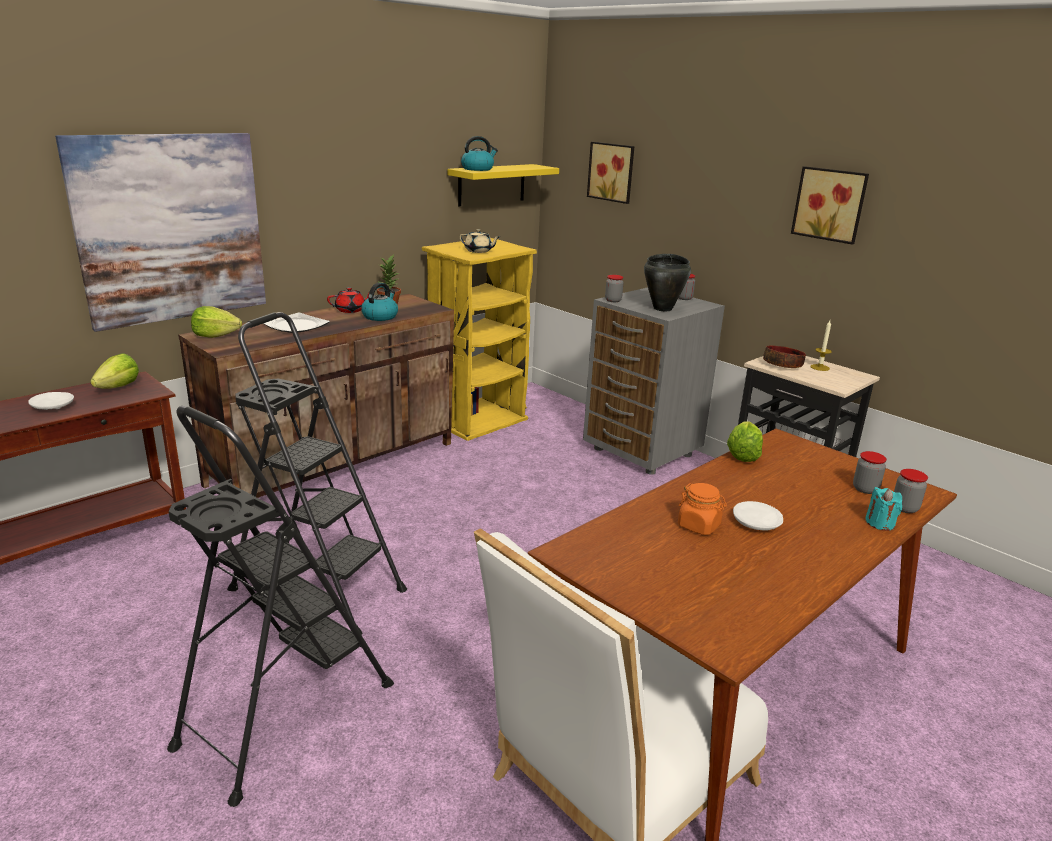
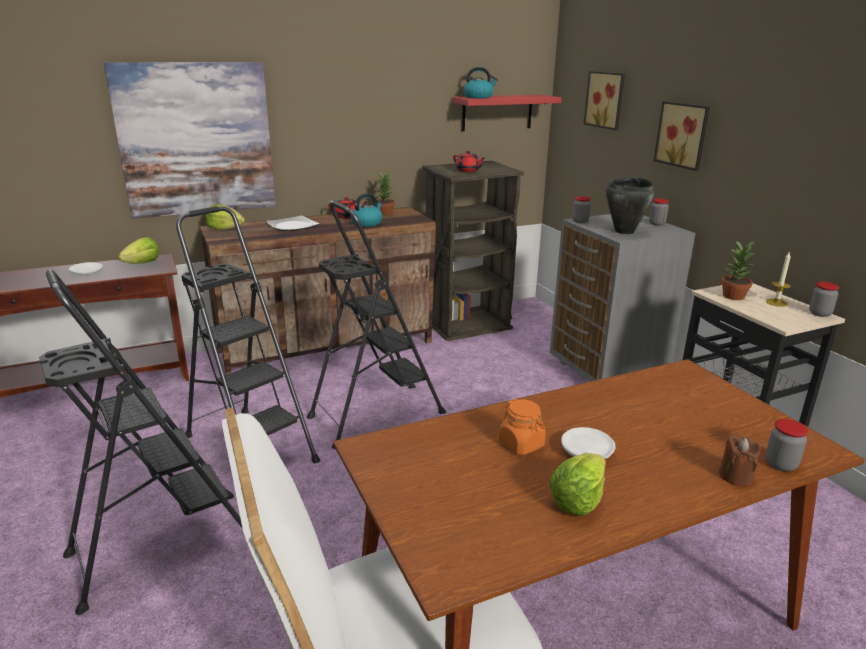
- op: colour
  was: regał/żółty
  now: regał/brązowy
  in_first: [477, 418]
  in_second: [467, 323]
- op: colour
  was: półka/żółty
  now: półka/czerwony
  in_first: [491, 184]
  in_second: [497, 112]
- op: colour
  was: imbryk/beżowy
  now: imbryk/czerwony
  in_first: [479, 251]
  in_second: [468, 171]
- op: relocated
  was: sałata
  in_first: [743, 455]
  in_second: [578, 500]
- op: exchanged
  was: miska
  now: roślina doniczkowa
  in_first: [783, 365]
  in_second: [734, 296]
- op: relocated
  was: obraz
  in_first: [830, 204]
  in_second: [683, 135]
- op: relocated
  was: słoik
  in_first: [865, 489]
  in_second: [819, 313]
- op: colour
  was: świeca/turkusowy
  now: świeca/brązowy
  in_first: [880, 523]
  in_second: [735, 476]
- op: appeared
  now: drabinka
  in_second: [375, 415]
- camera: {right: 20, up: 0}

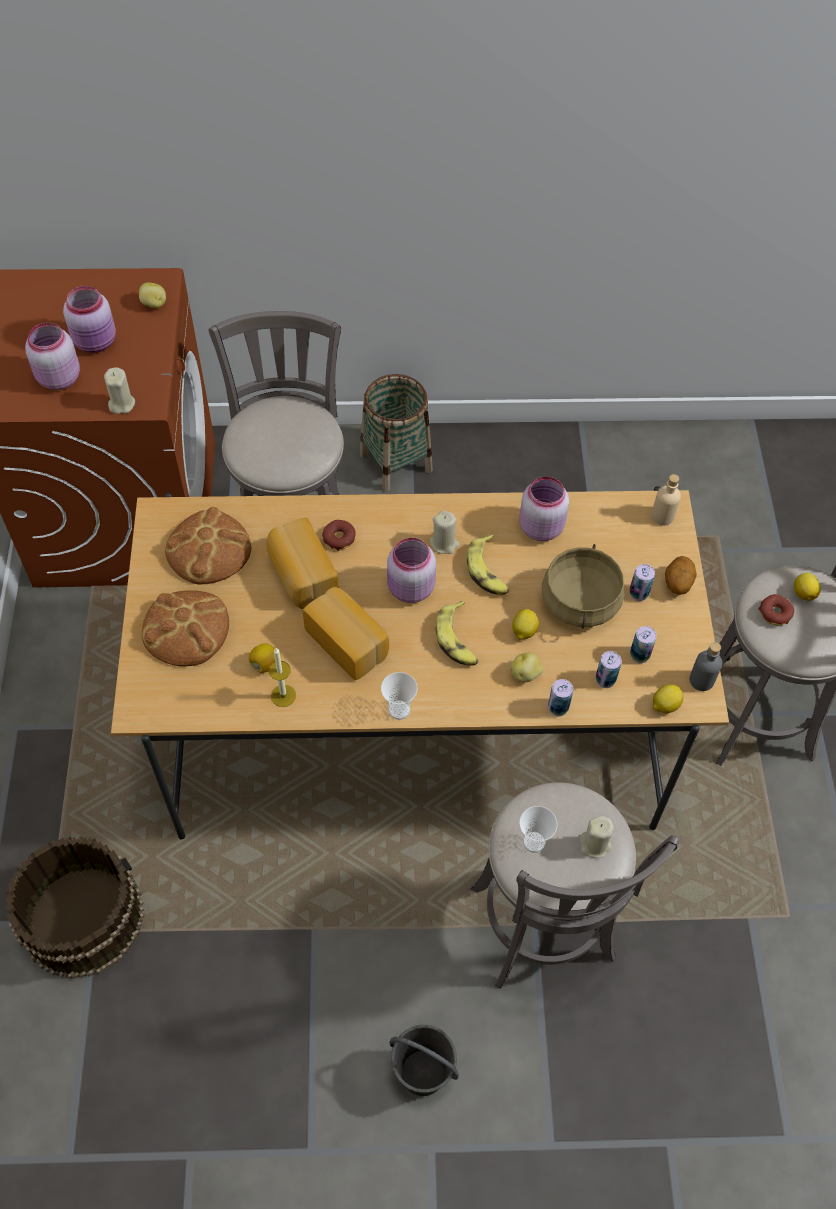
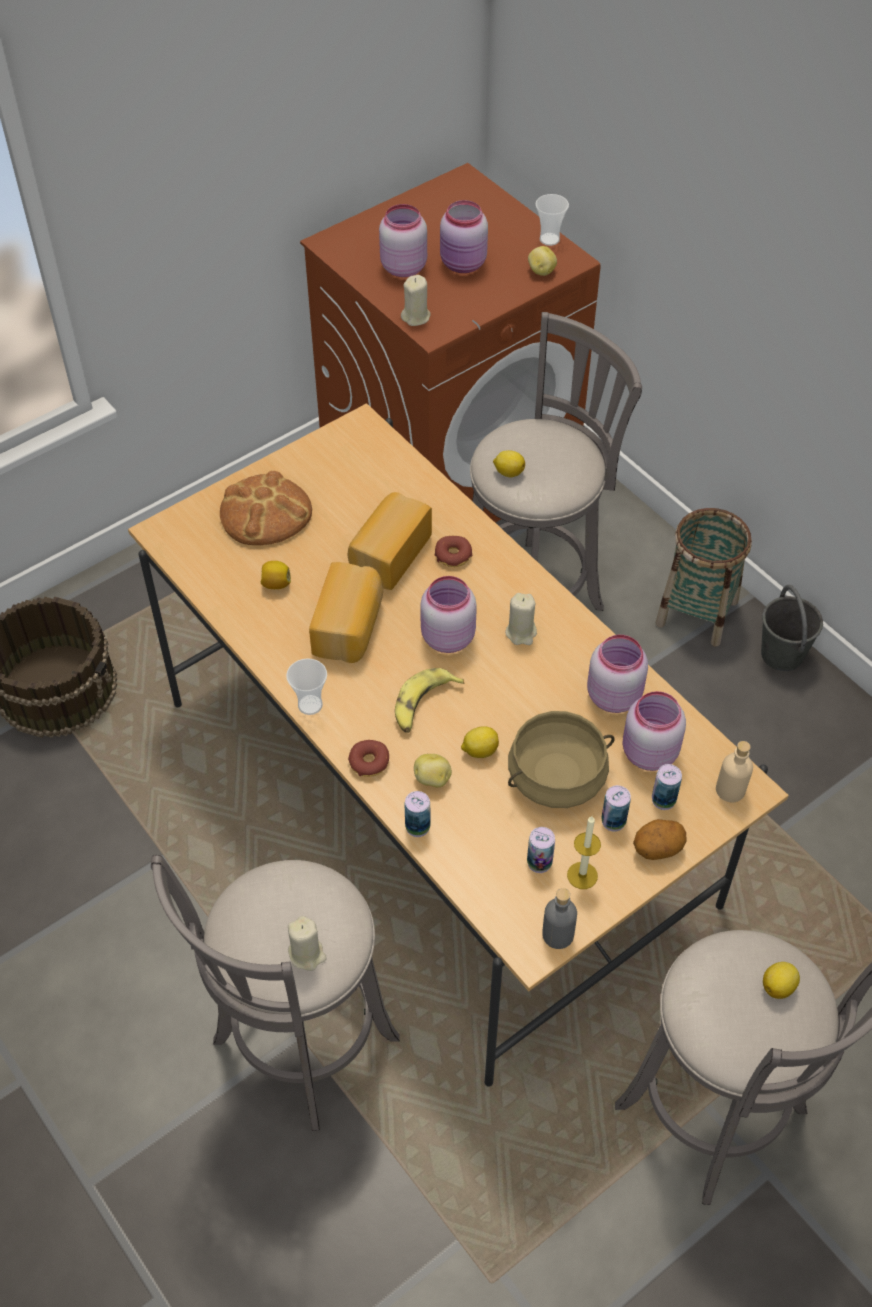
- op: missing
  was: chleb
  in_first: [208, 549]
- op: relocated
  was: świeca
  in_first: [283, 695]
  in_second: [582, 875]
- op: relocated
  was: wiadro/szary
  in_first: [422, 1072]
  in_second: [781, 654]
- op: missing
  was: banan
  in_first: [488, 571]
- op: relocated
  was: filiżanka
  in_first: [534, 842]
  in_second: [549, 239]
- op: relocated
  was: puszka
  in_first: [605, 679]
  in_second: [663, 800]
- op: relocated
  was: cytryna
  in_first: [664, 705]
  in_second: [508, 472]
- op: relocated
  was: donut
  in_first: [775, 613]
  in_second: [369, 762]
- op: appeared
  now: słoik/różowy
  in_second: [647, 753]
- camera: {right: 55, up: -5}

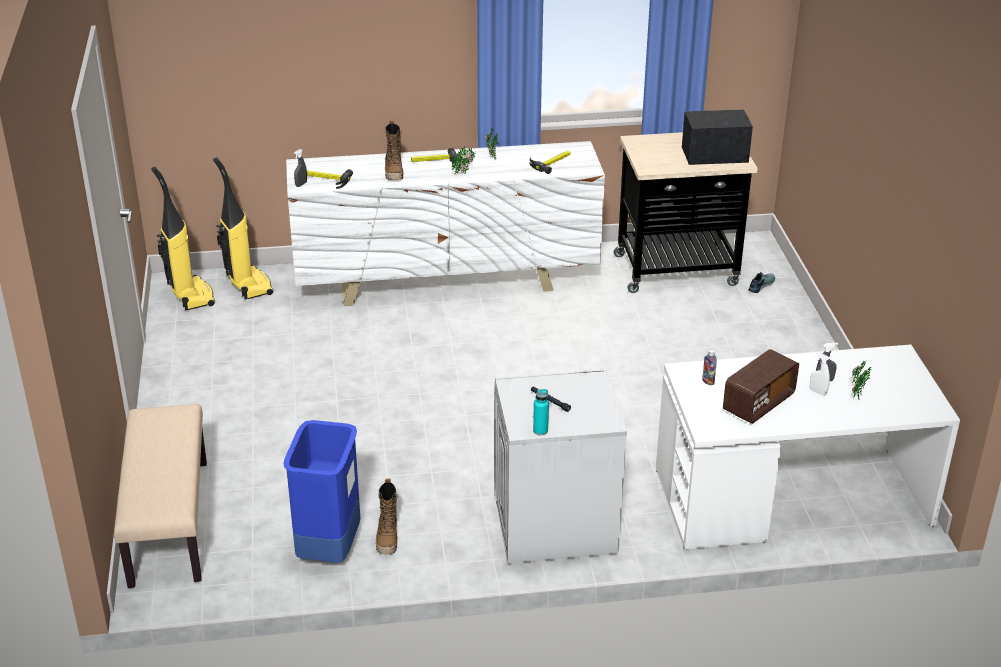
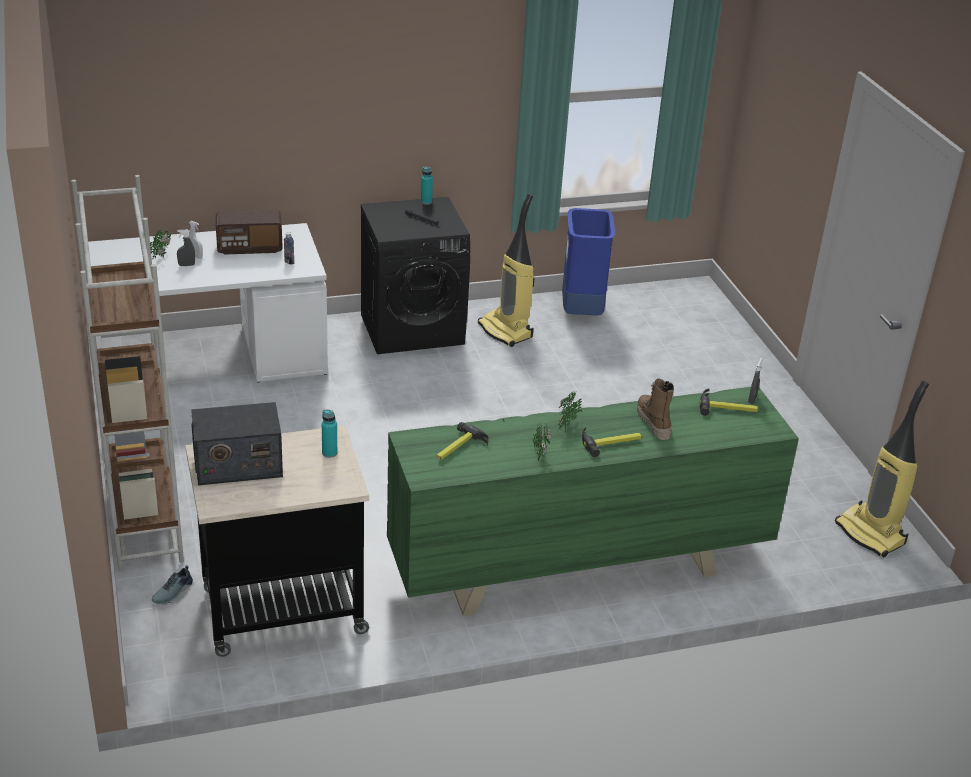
- op: missing
  was: ławka/beżowy
  in_first: [168, 522]
- op: relocated
  was: odkurzacz
  in_first: [248, 285]
  in_second: [506, 331]
- op: colour
  was: szafka/biały
  now: szafka/zielony
  in_first: [447, 283]
  in_second: [578, 570]
- op: missing
  was: but z cholewką
  in_first: [388, 538]
- op: colour
  was: pralka/biały
  now: pralka/czarny
  in_first: [554, 526]
  in_second: [412, 331]
- op: spun
  was: radio
  in_first: [758, 403]
  in_second: [250, 247]
  clockwise: -135
- op: appeared
  now: regał/brązowy
  in_second: [143, 509]
- op: appeared
  now: butelka/turkusowy
  in_second: [329, 453]
- camera: {right: 170, up: 0}

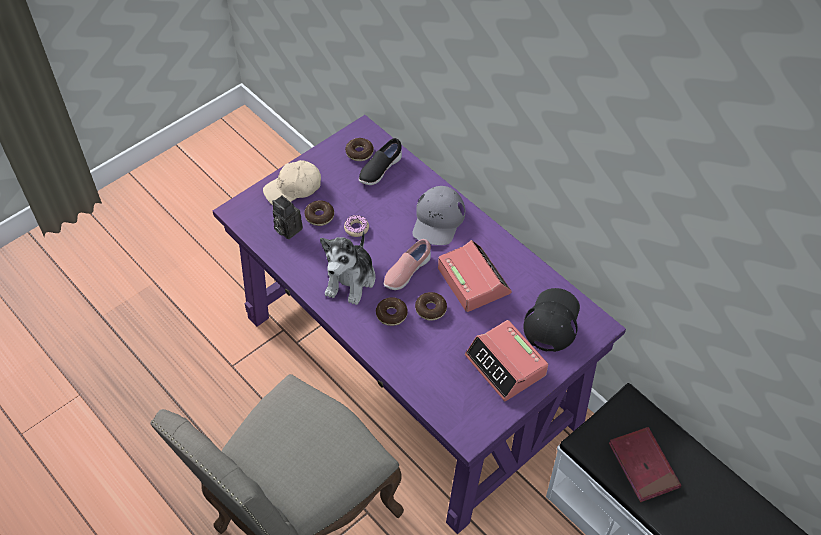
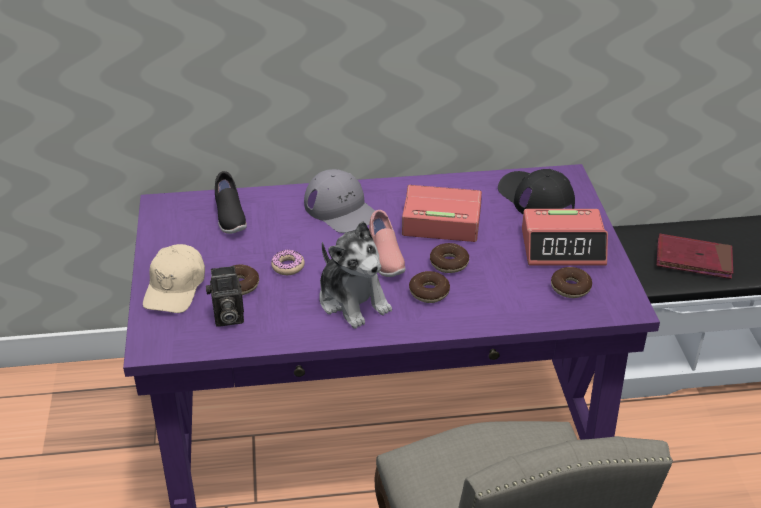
- op: relocated
  was: donut
  in_first: [359, 153]
  in_second: [570, 288]
- camera: {right: -55, up: -15}

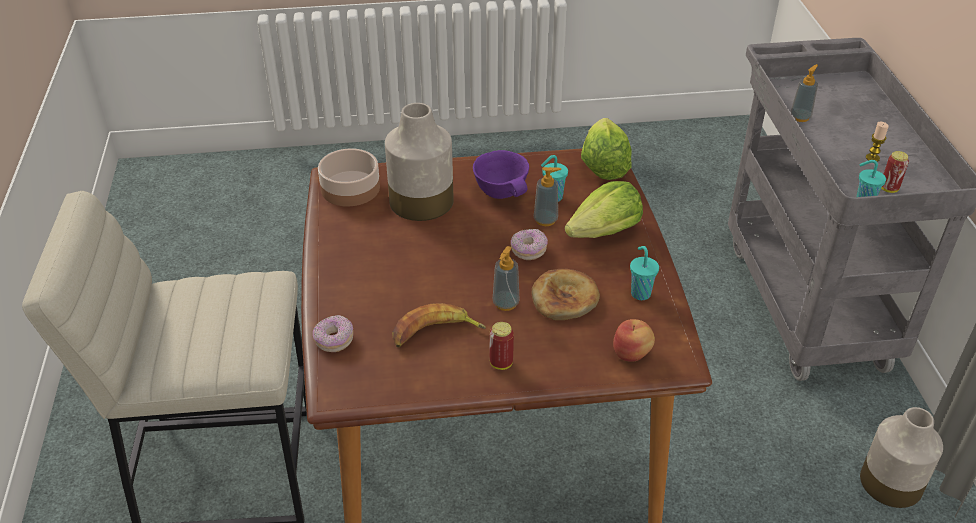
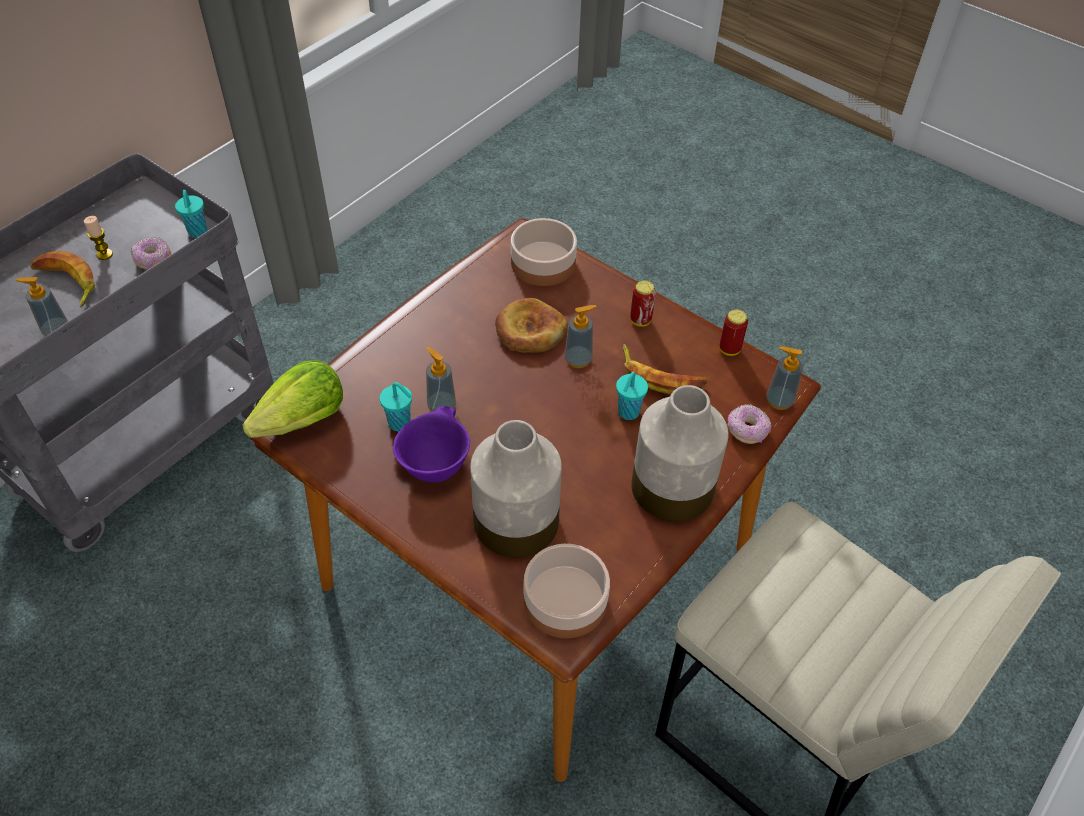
- op: relocated
  was: donut
  in_first: [528, 250]
  in_second: [153, 260]
- op: missing
  was: sałata
  in_first: [604, 232]
- op: exchanged
  was: jabłko
  now: miska
  in_first: [632, 353]
  in_second: [544, 263]
- op: relocated
  was: filiżanka/turkusowy
  in_first: [640, 293]
  in_second: [627, 413]
- op: relocated
  was: wazon/beżowy
  in_first: [890, 482]
  in_second: [673, 486]
- op: relocated
  was: puszka
  in_first: [889, 189]
  in_second: [729, 349]
- op: appeared
  now: banan
  in_second: [66, 282]
- op: appeared
  now: dozownik mydła
  in_second: [779, 401]
- camera: {right: -135, up: 10}

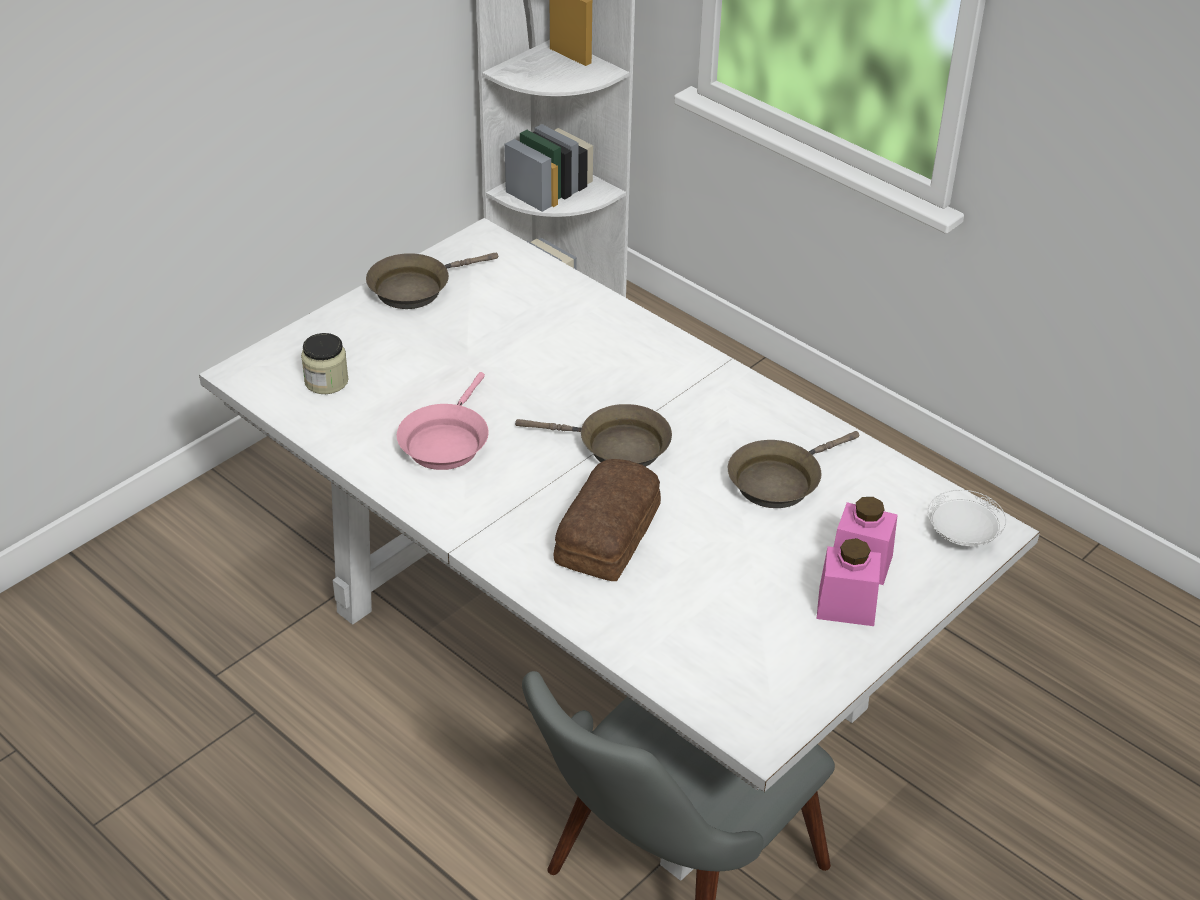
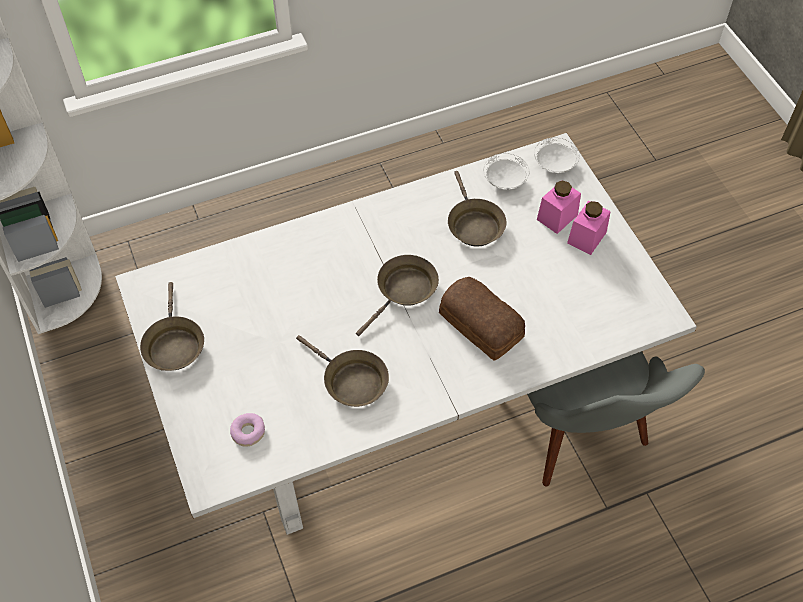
- op: exchanged
  was: słoik
  now: donut
  in_first: [326, 381]
  in_second: [248, 432]
- op: colour
  was: patelnia/różowy
  now: patelnia/brązowy
  in_first: [446, 441]
  in_second: [351, 381]
- op: appeared
  now: talerz/biały
  in_second: [505, 180]
- camera: {right: -65, up: 15}

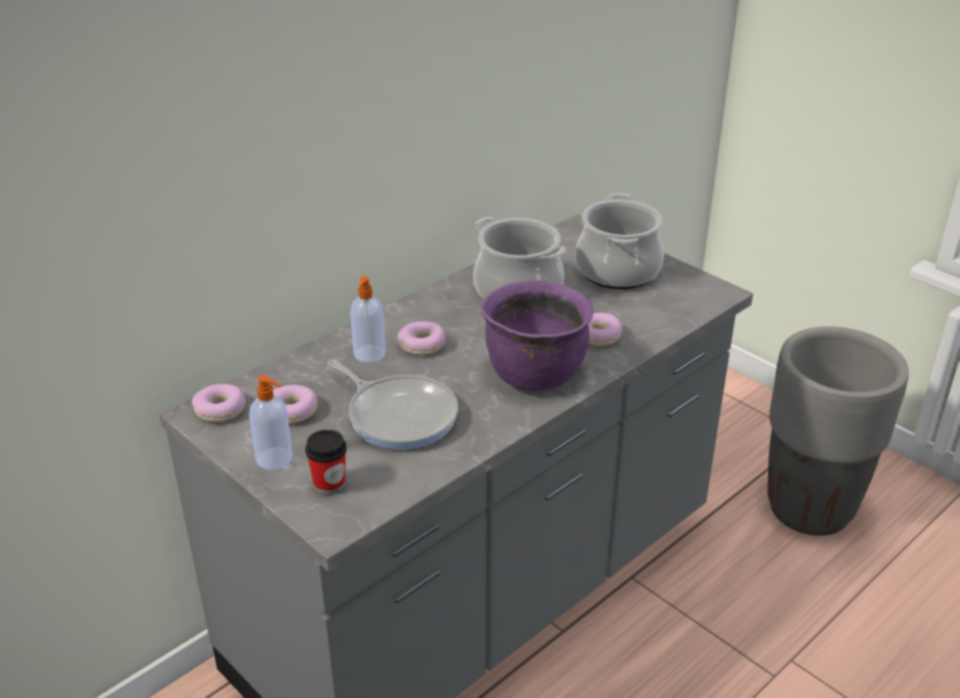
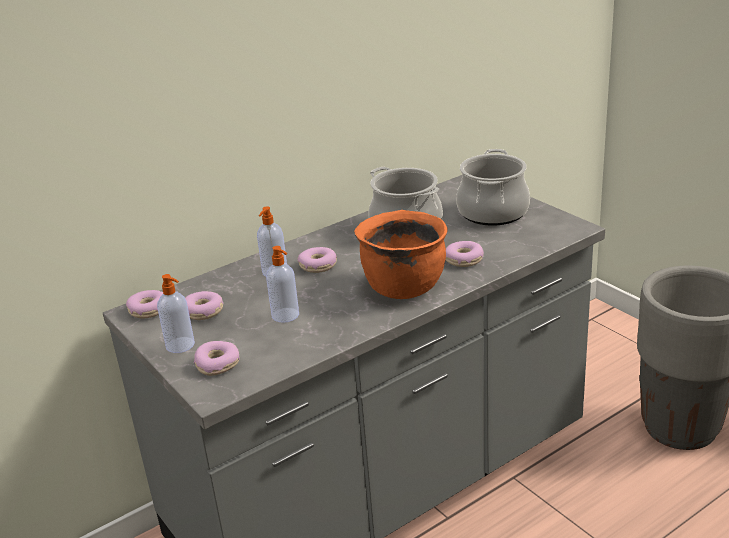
- op: exchanged
  was: filiżanka
  now: donut
  in_first: [329, 484]
  in_second: [218, 364]
- op: exchanged
  was: patelnia
  now: dozownik mydła
  in_first: [399, 415]
  in_second: [286, 315]
- op: colour
  was: garnek/fioletowy
  now: garnek/pomarańczowy
  in_first: [534, 373]
  in_second: [403, 287]
- camera: {right: 10, up: -5}

